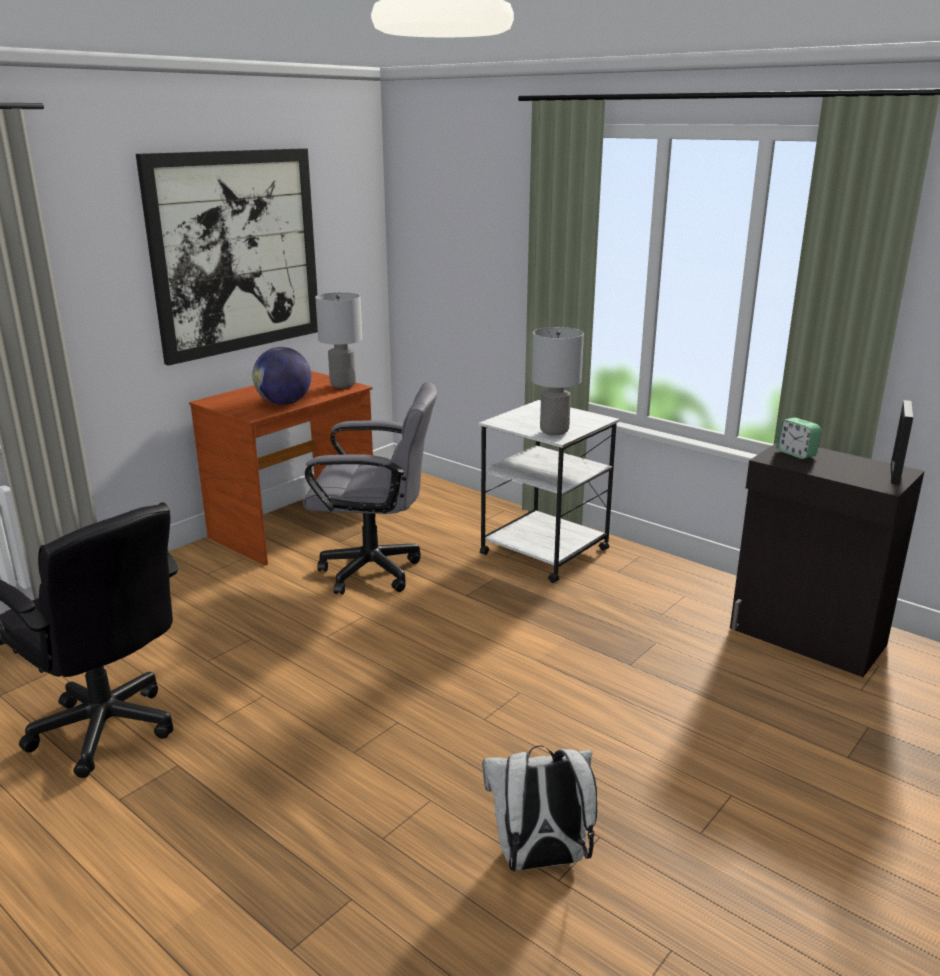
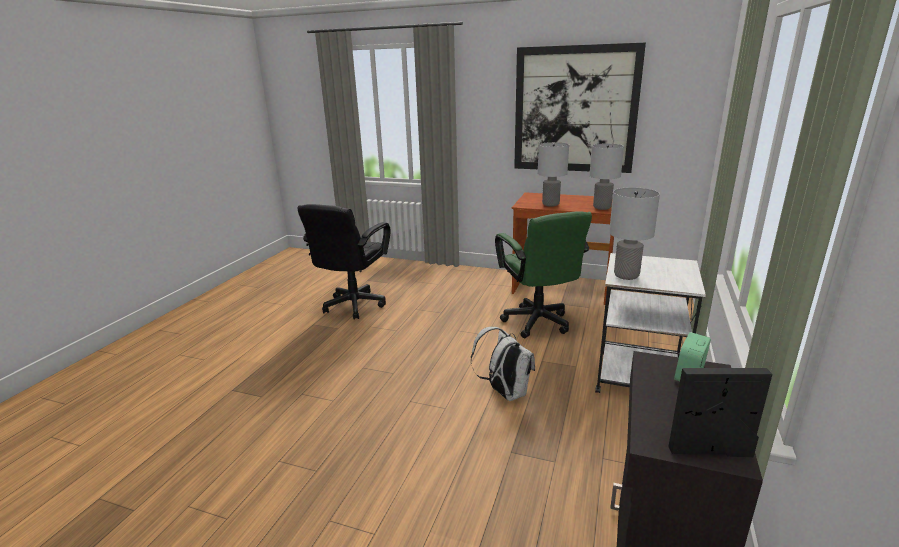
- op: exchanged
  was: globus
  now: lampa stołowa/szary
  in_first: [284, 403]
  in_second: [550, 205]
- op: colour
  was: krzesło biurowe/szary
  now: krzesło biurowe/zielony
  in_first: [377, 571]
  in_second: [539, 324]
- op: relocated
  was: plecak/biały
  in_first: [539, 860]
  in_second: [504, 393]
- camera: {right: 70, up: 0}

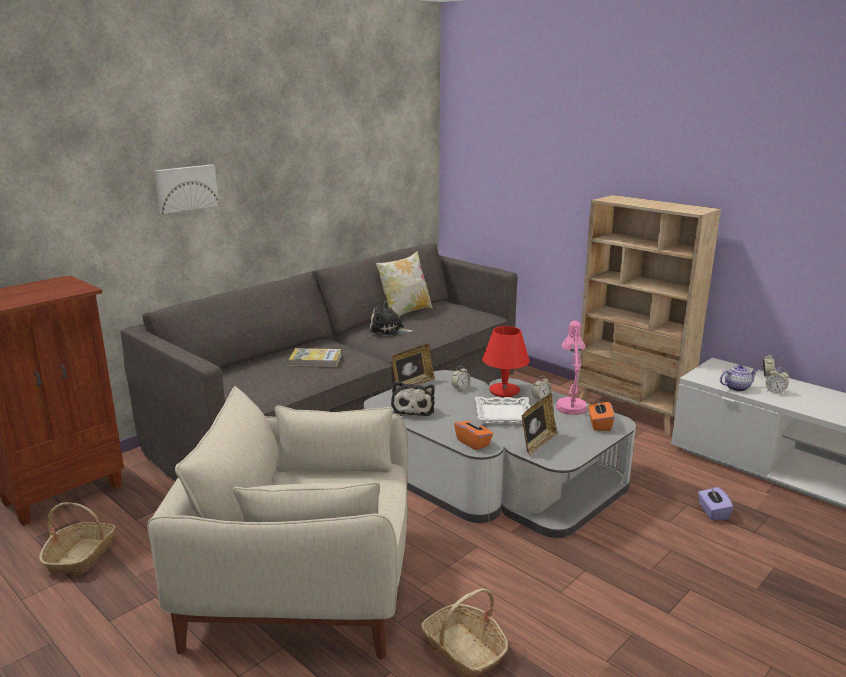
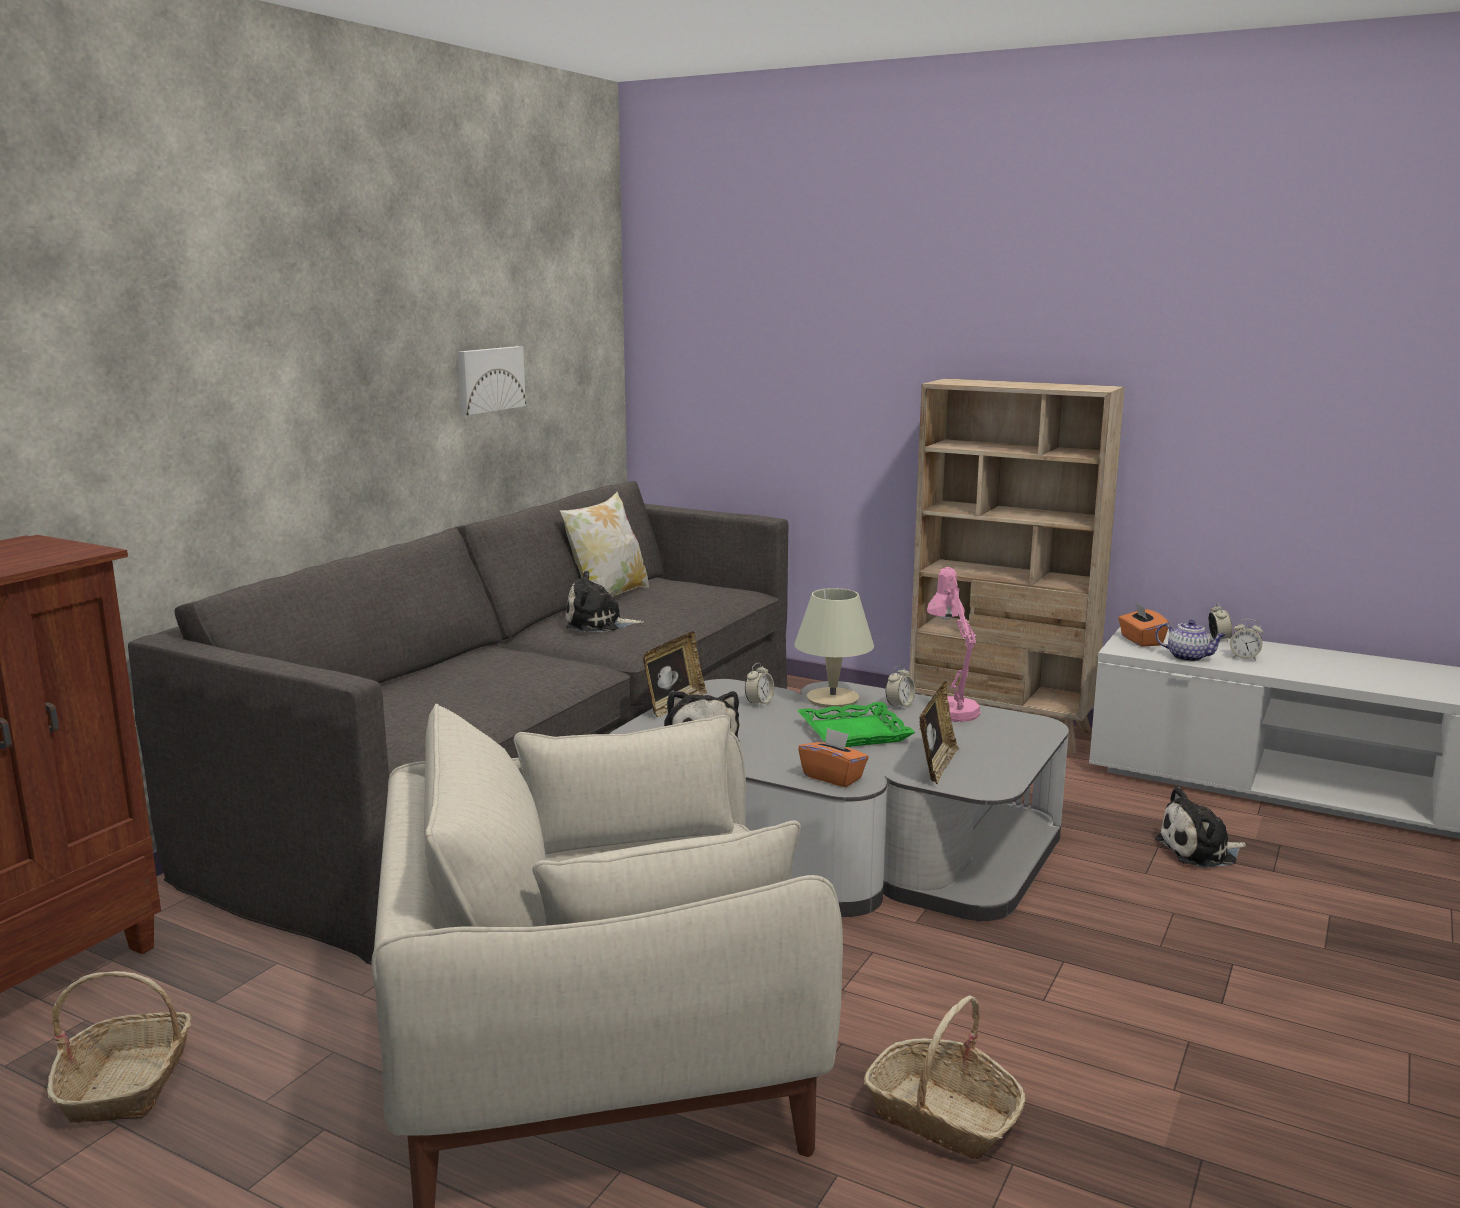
- op: relocated
  was: obraz
  in_first: [186, 188]
  in_second: [489, 379]
- op: missing
  was: książka
  in_first: [315, 360]
- op: colour
  was: taca/biały
  now: taca/zielony
  in_first: [503, 414]
  in_second: [854, 732]
- op: colour
  was: lampa stołowa/czerwony
  now: lampa stołowa/beżowy
  in_first: [504, 391]
  in_second: [832, 699]
- op: relocated
  was: pudełko chusteczek/pomarańczowy
  in_first: [599, 424]
  in_second: [1141, 641]
- op: exchanged
  was: pudełko chusteczek/fioletowy
  now: pluszak
  in_first: [713, 512]
  in_second: [1200, 851]
- op: spun
  was: imbryk
  in_first: [737, 387]
  in_second: [1188, 657]
  clockwise: 60
- camera: {right: -15, up: -5}

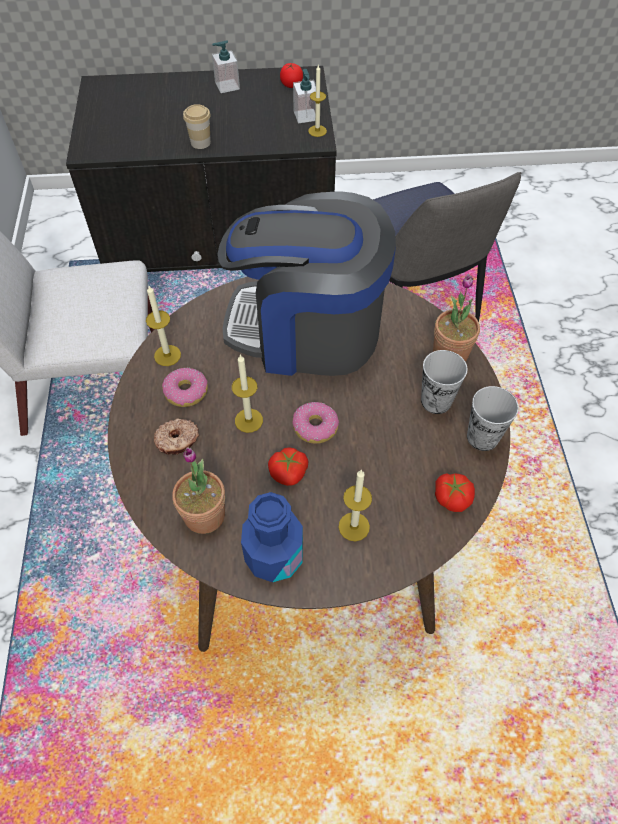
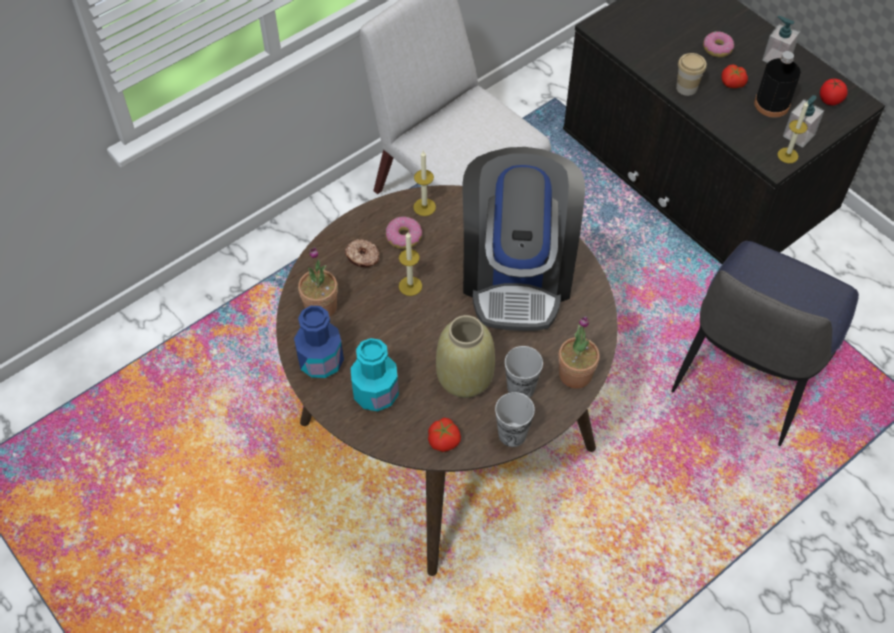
- op: spun
  was: ekspres do kawy
  in_first: [307, 330]
  in_second: [517, 273]
  clockwise: -150
- op: relocated
  was: pomidor
  in_first: [289, 473]
  in_second: [732, 83]
- op: relocated
  was: donut
  in_first: [315, 427]
  in_second: [717, 49]
- op: exchanged
  was: świeca
  now: butelka/turkusowy
  in_first: [354, 526]
  in_second: [376, 393]
- op: appeared
  now: wazon/beżowy
  in_second: [465, 379]
- op: appeared
  now: butelka/czarny
  in_second: [771, 104]
- camera: {right: 55, up: 0}

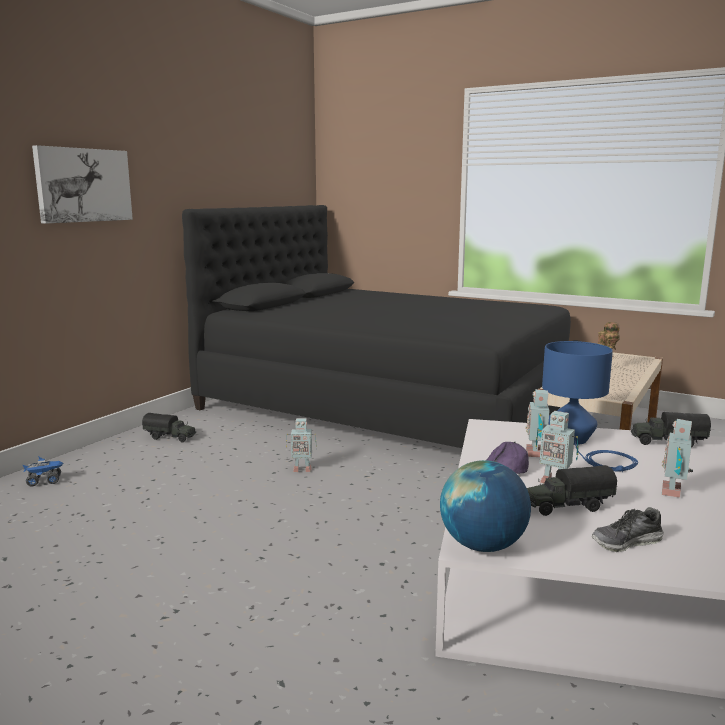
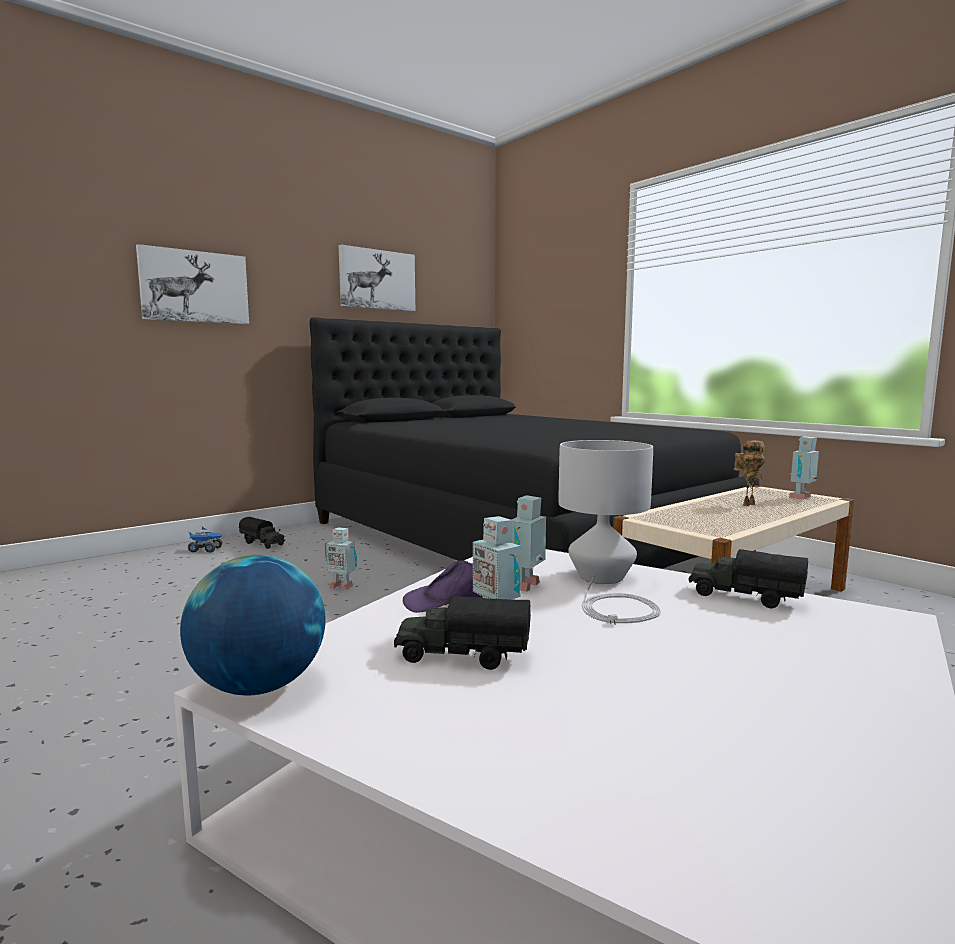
- op: relocated
  was: ciężarówka zabawkowa
  in_first: [45, 481]
  in_second: [206, 550]
- op: colour
  was: lampa stołowa/niebieski
  now: lampa stołowa/szary
  in_first: [585, 447]
  in_second: [607, 588]
- op: missing
  was: but
  in_first: [626, 542]
- op: relocated
  was: robot zabawkowy
  in_first: [674, 492]
  in_second: [802, 498]
- op: appeared
  now: obraz
  in_second: [377, 280]
- camera: {right: 20, up: -5}

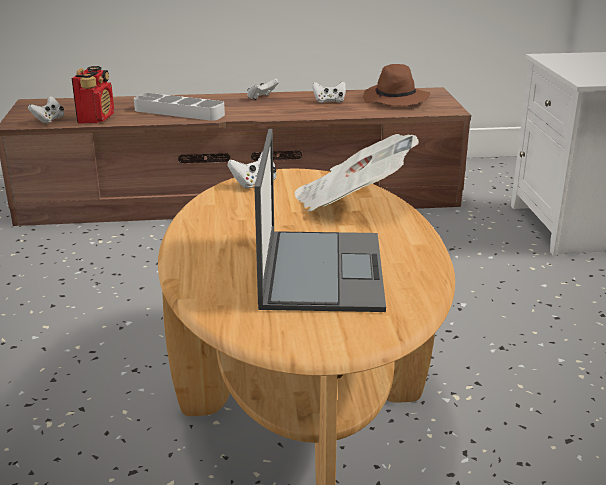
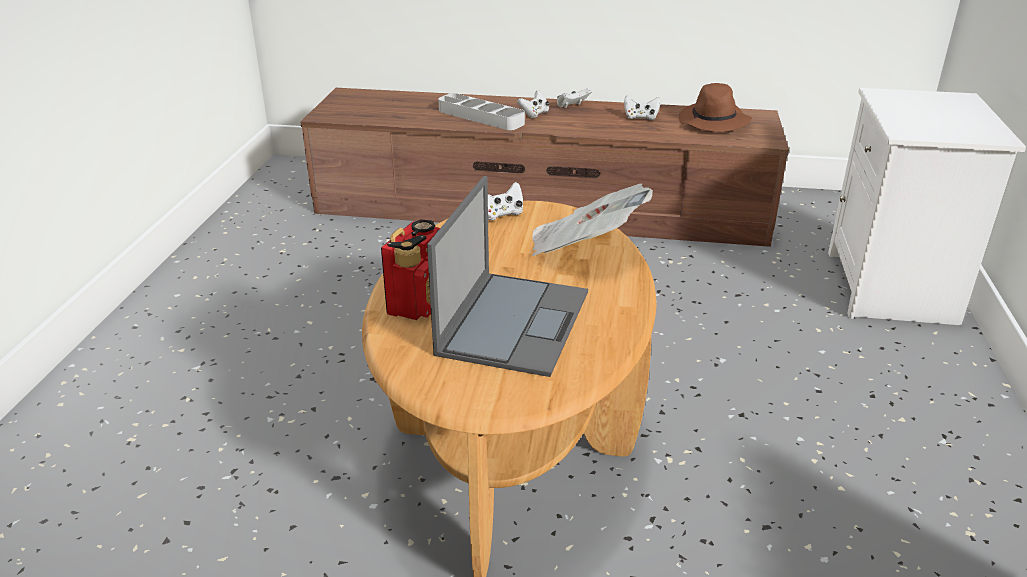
- op: relocated
  was: pad do gier/biały
  in_first: [49, 120]
  in_second: [534, 114]
- op: relocated
  was: radio
  in_first: [96, 118]
  in_second: [420, 303]
- camera: {right: 15, up: 5}

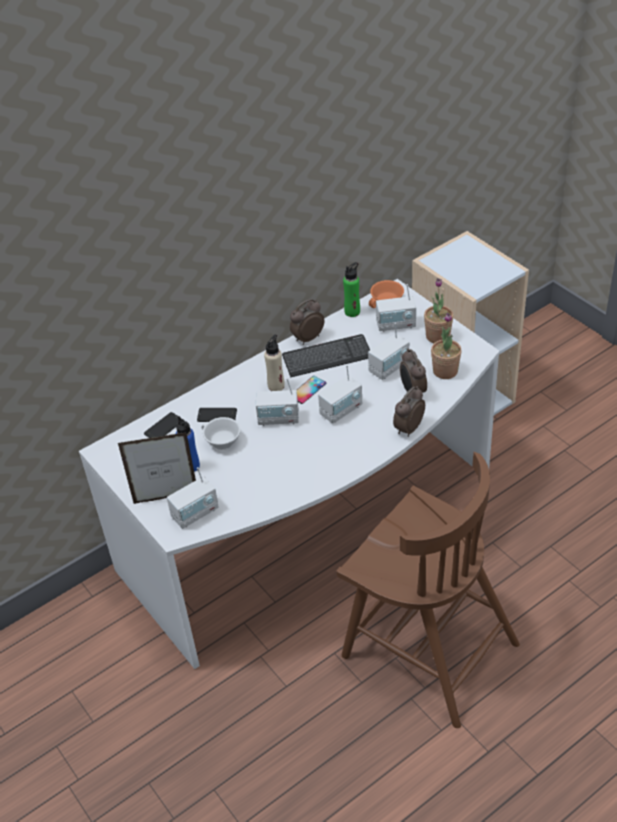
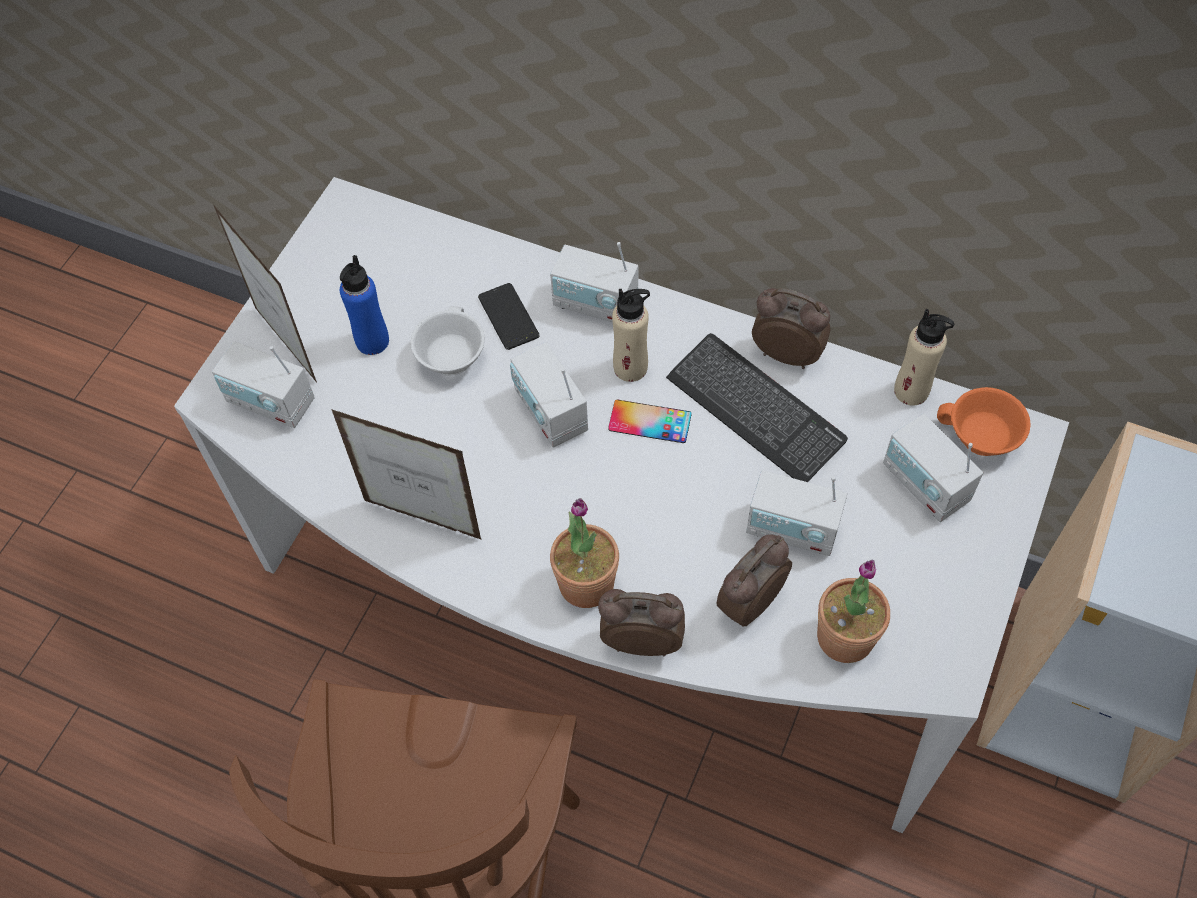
- op: missing
  was: telefon
  in_first: [163, 427]
- op: relocated
  was: radio
  in_first: [341, 410]
  in_second: [595, 304]
- op: colour
  was: butelka/zielony
  now: butelka/beżowy
  in_first: [352, 312]
  in_second: [911, 391]
- op: relocated
  was: roślina doniczkowa
  in_first: [438, 336]
  in_second: [586, 583]
- op: appeared
  now: ramka na zdjęcie
  in_second: [422, 520]
- camera: {right: 60, up: 15}

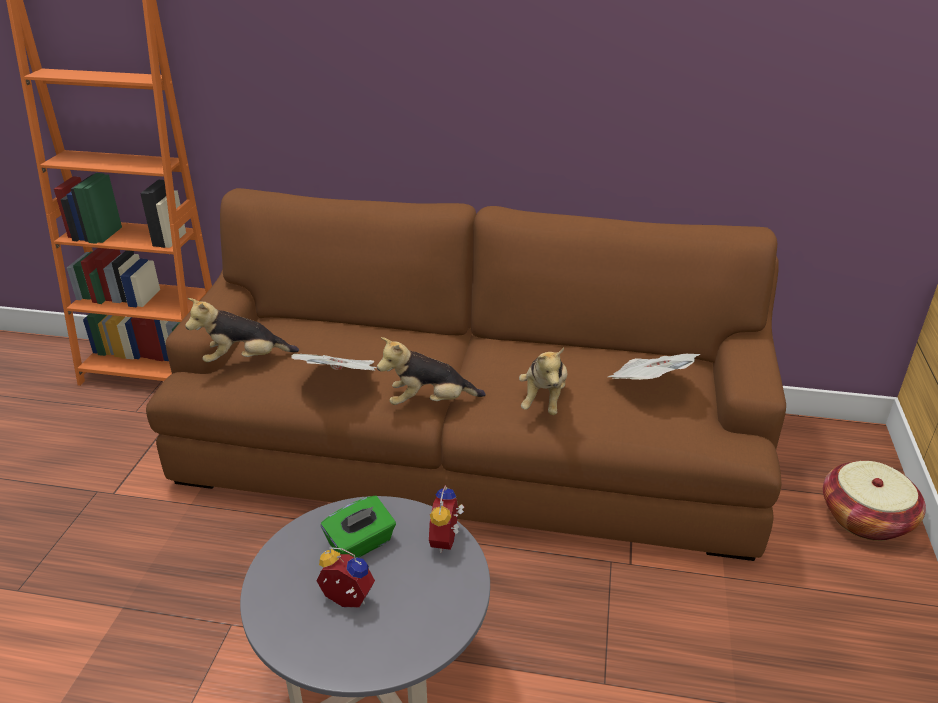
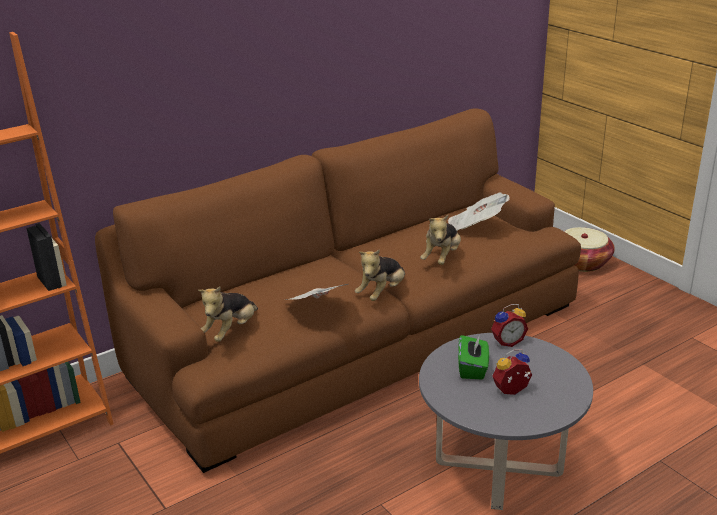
- op: spun
  was: budzik
  in_first: [447, 541]
  in_second: [507, 342]
  clockwise: -75
- op: spun
  was: pluszak
  in_first: [544, 399]
  in_second: [442, 258]
  clockwise: 60
- camera: {right: -45, up: -5}

